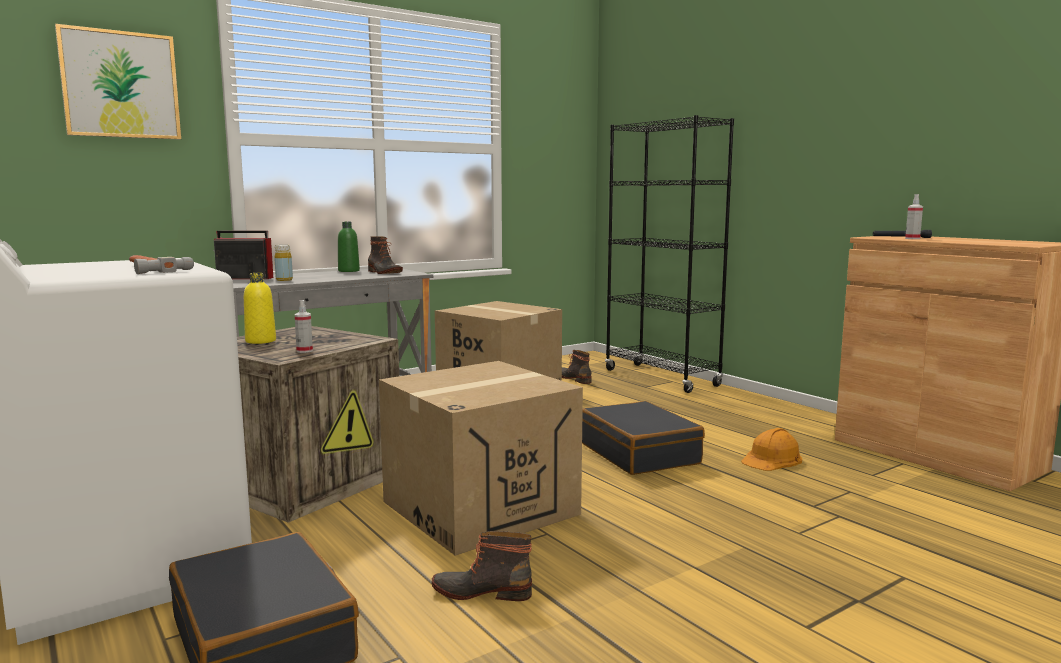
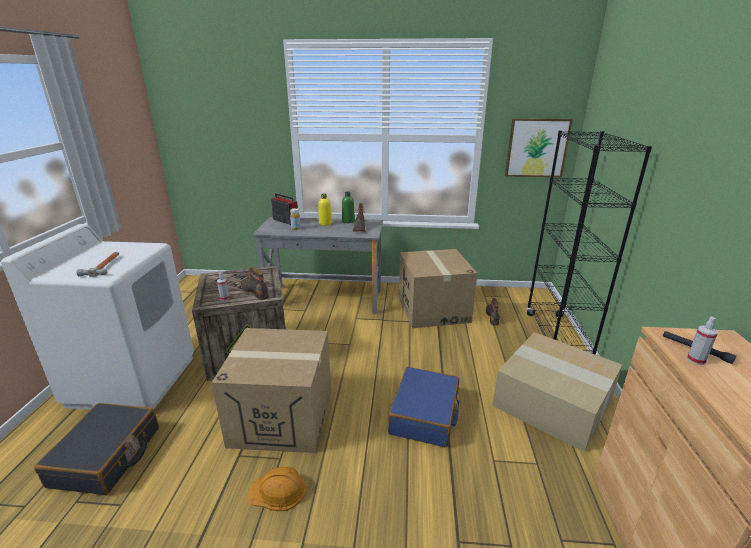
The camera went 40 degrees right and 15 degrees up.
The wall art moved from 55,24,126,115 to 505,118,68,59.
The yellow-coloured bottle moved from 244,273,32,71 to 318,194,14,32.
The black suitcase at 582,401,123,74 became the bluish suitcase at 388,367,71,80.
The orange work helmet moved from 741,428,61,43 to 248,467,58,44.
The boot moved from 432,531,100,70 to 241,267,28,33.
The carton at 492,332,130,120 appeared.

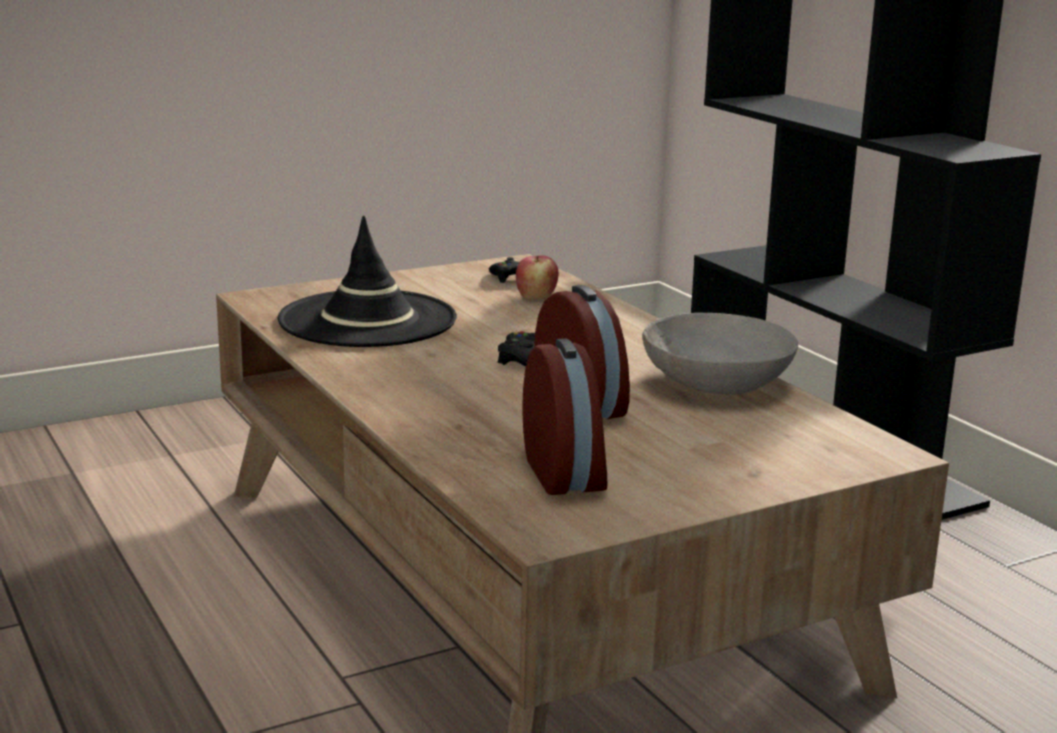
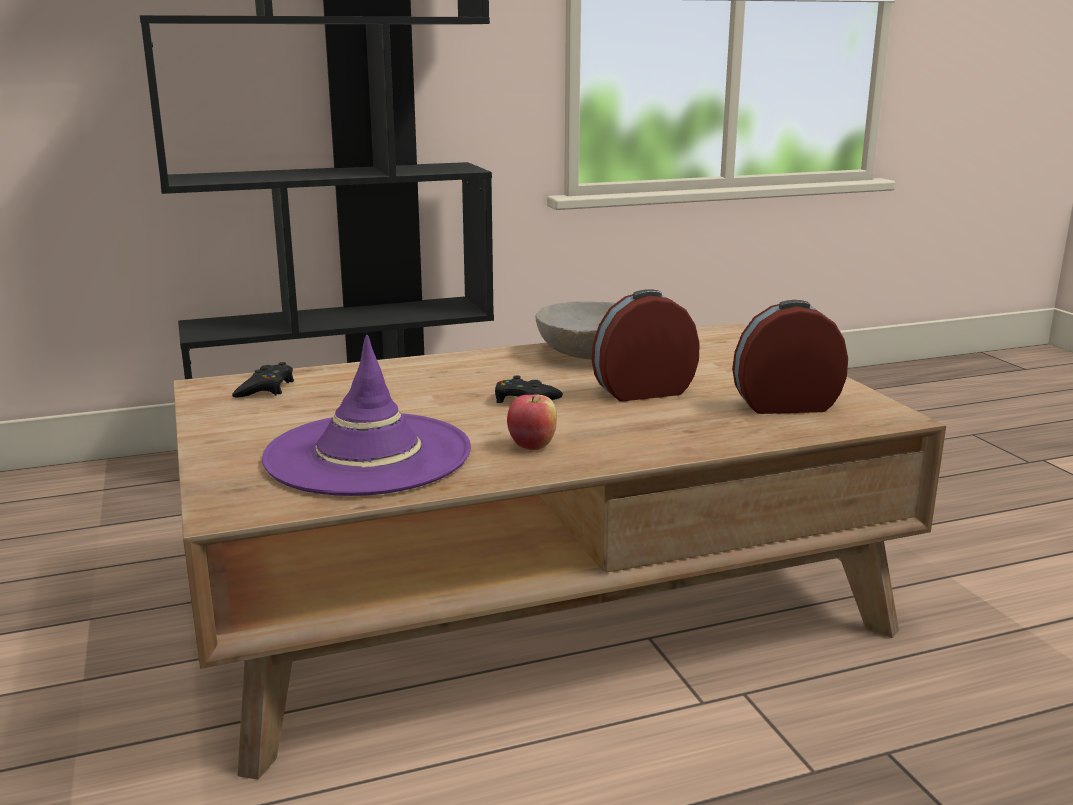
The camera went 80 degrees left and 0 degrees up.
The black clothing hat at 277,215,180,132 became the purplish clothing hat at 262,335,209,161.
The whole apple moved from 516,256,42,44 to 507,394,50,56.

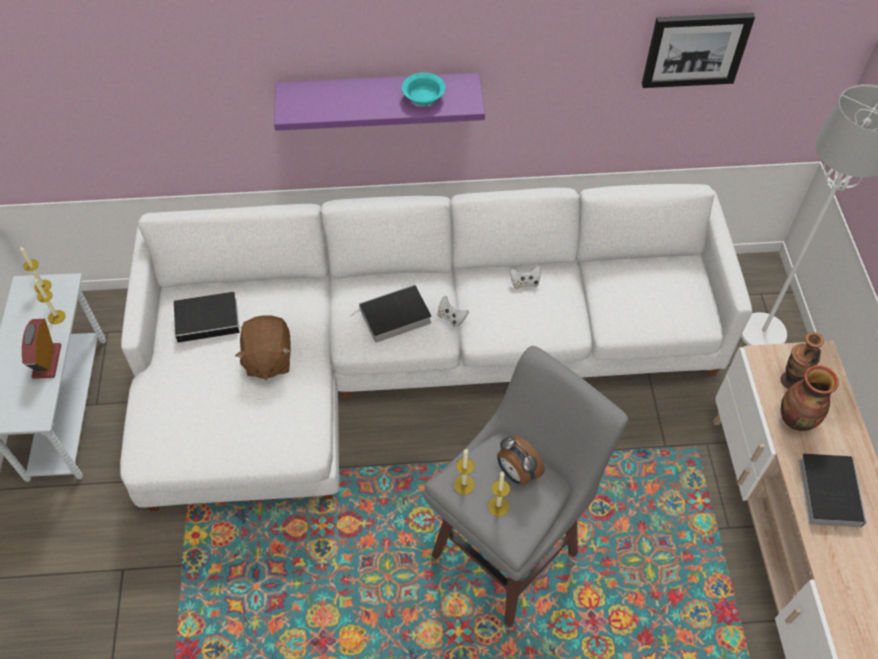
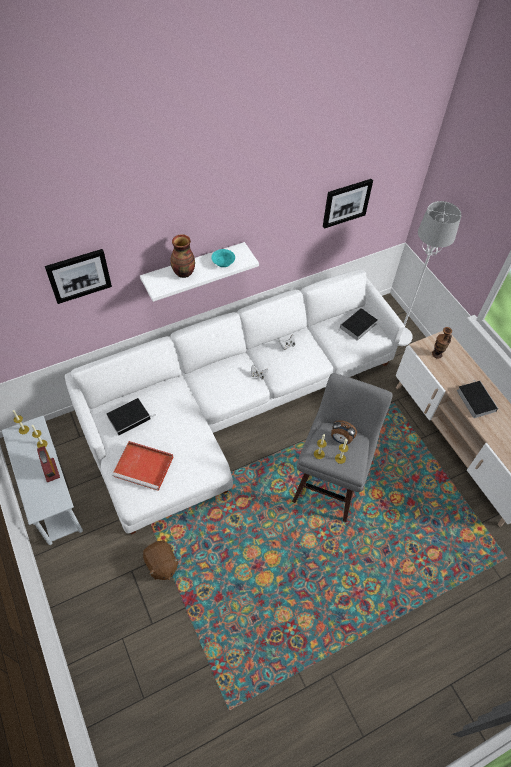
The camera went 25 degrees left and 0 degrees up.
The purplish wall shelf at 274,73,211,58 became the white wall shelf at 140,242,119,60.
The book moved from 350,285,81,58 to 337,308,41,33.
The brownish cuddly toy moved from 235,315,56,65 to 143,540,36,40.
The flower vase moved from 781,365,58,66 to 170,234,25,44.
The wall art at 45,249,67,55 appeared.
The reddish serving tray at 112,441,61,50 appeared.

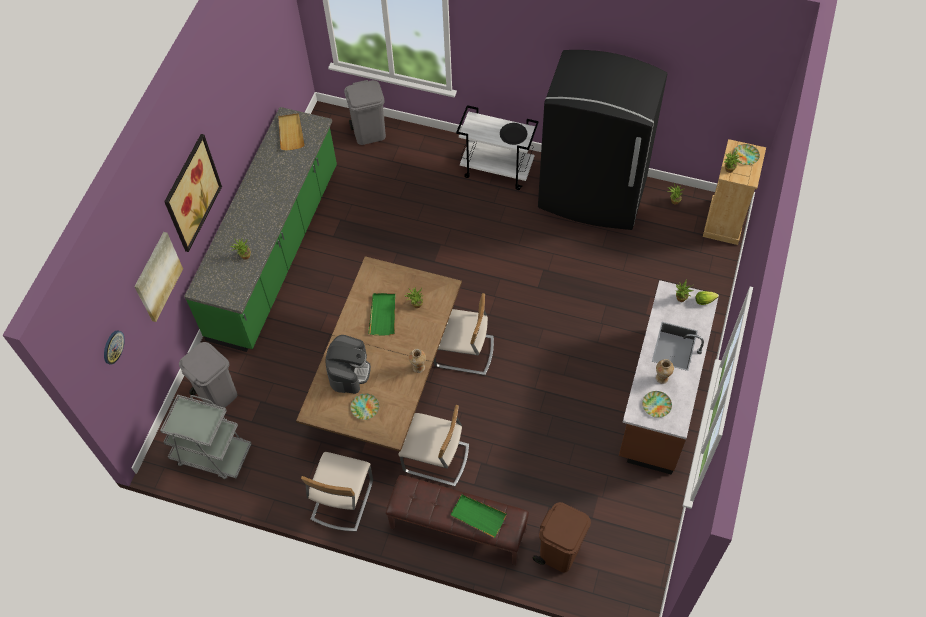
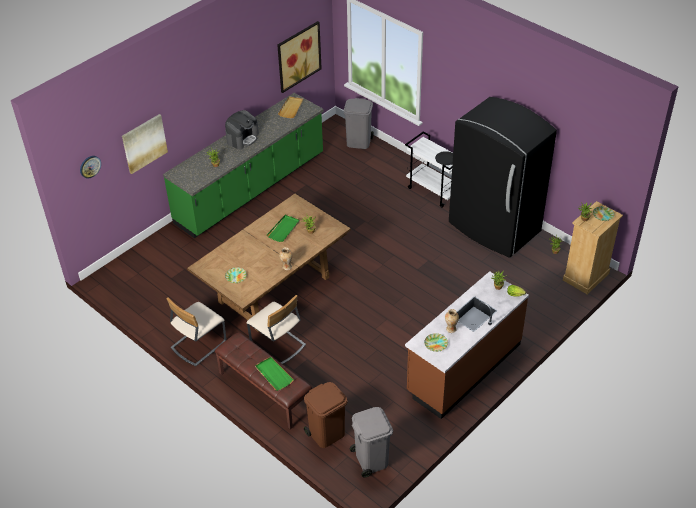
The camera went 25 degrees right and 15 degrees down.
The wall art moved from 164,134,58,118 to 277,21,45,72.
The sand-coloured plain chair at 434,293,60,82 disappeared.
The coffee maker moved from 325,335,46,59 to 225,110,34,40.
The grey trash can moved from 179,342,58,66 to 350,407,43,71.
The grey trolley at 160,395,92,84 disappeared.

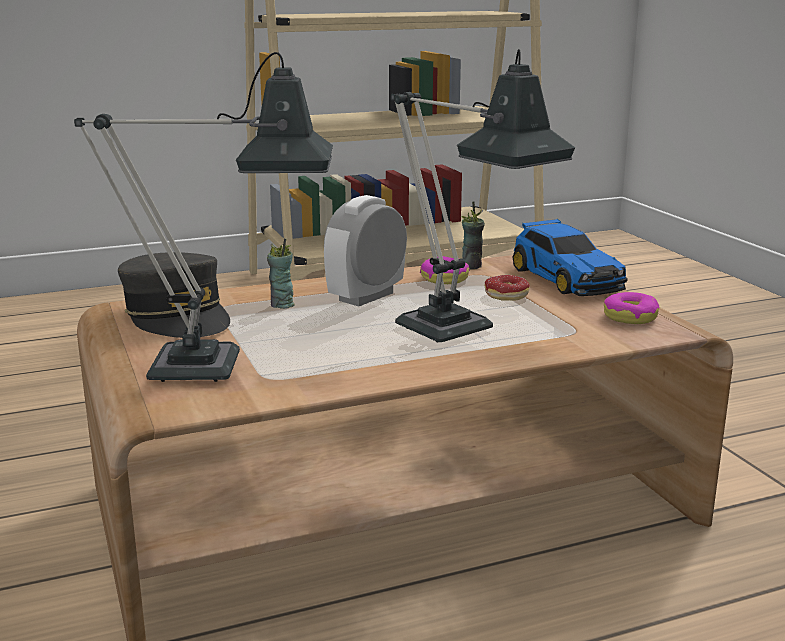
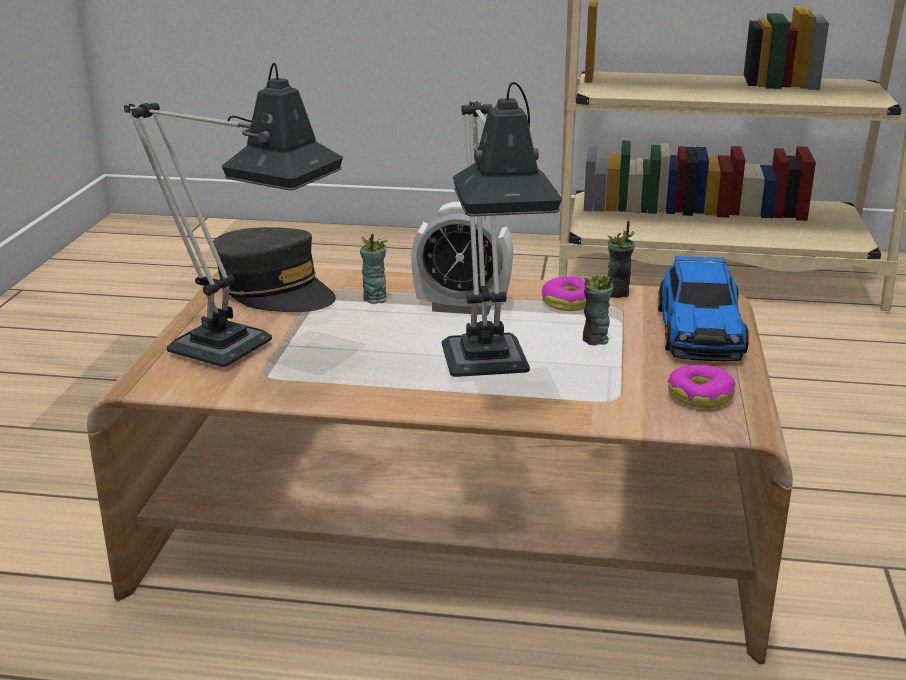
The camera went 30 degrees right and 5 degrees up.
The bedside clock at 324,195,83,111 turned 150 degrees counterclockwise.
The grey peaked cap at 118,252,112,86 turned 45 degrees counterclockwise.
The ring doughnut at 485,275,45,26 was replaced by the cup at 583,268,32,78.

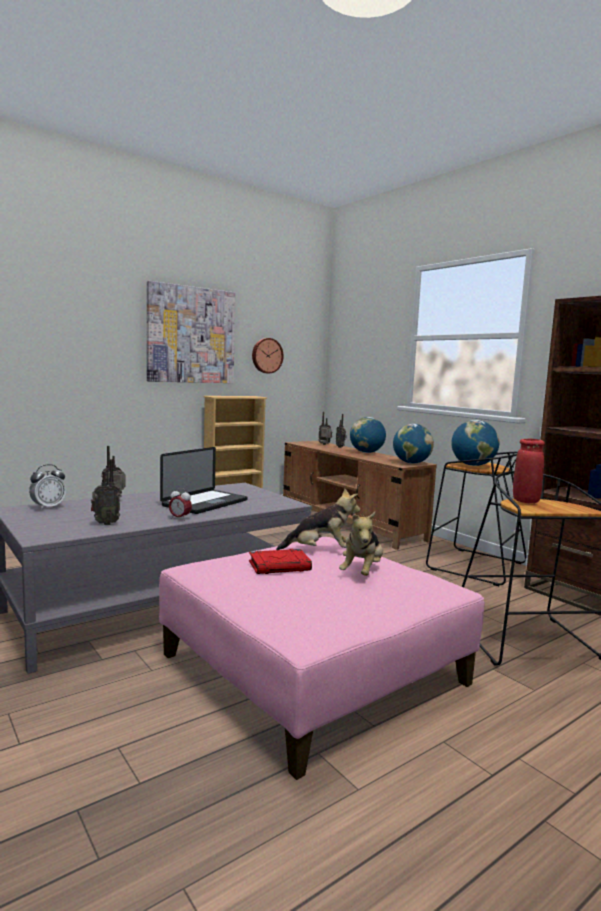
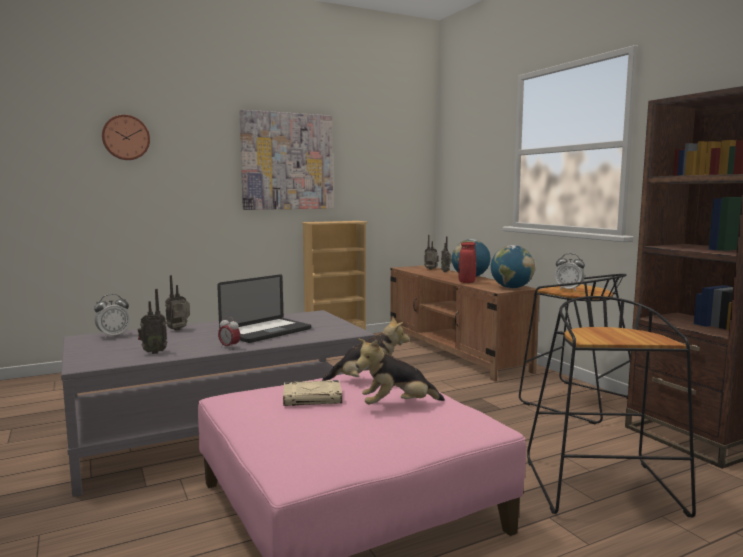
The camera went 10 degrees right and 0 degrees up.
The hanging clock moved from 252,338,32,36 to 102,115,48,45.
The globe at 451,420,48,46 was replaced by the bedside clock at 555,253,30,38.
The reddish flower vase moved from 513,439,32,64 to 459,242,17,41.
The cuddly toy at 339,512,44,64 turned 45 degrees clockwise.
The reddish book at 249,549,63,25 became the sand-coloured book at 283,380,59,26.

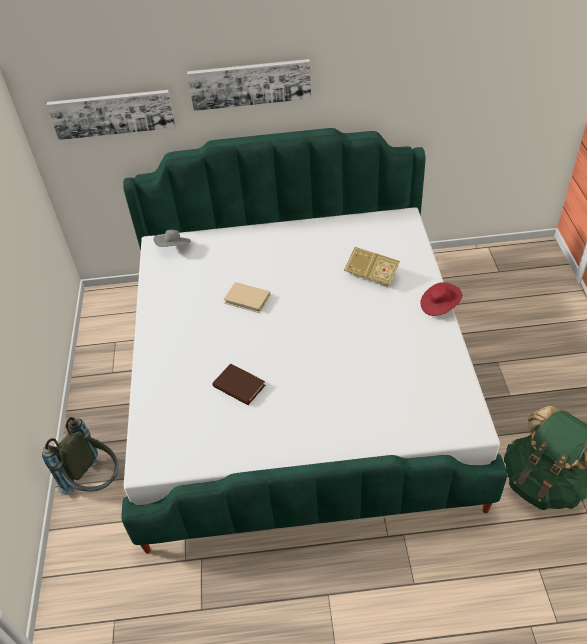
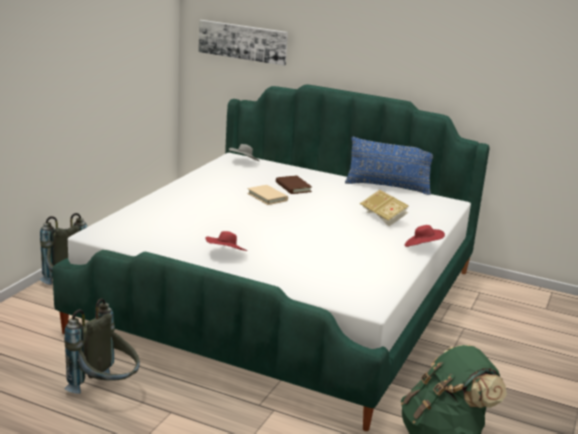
The camera went 25 degrees right and 25 degrees down.
The wall art at 187,59,124,52 disappeared.
The brownish book moved from 213,363,52,42 to 276,175,36,19.
The bluish cushion at 345,137,88,58 appeared.
The reddish clothing hat at 205,231,42,20 appeared.
The grey knapsack at 64,298,76,96 appeared.

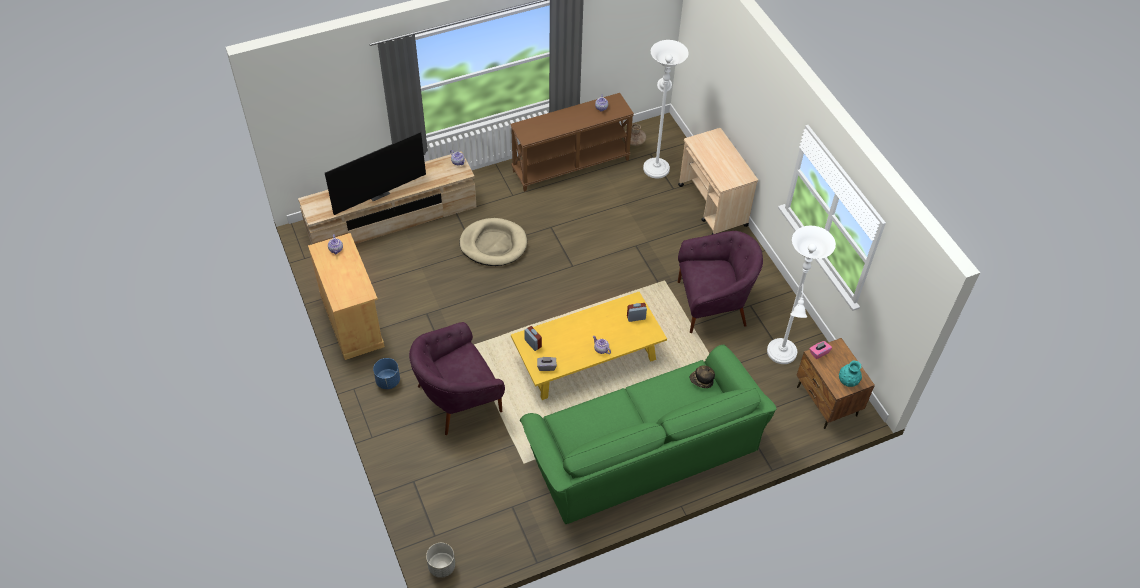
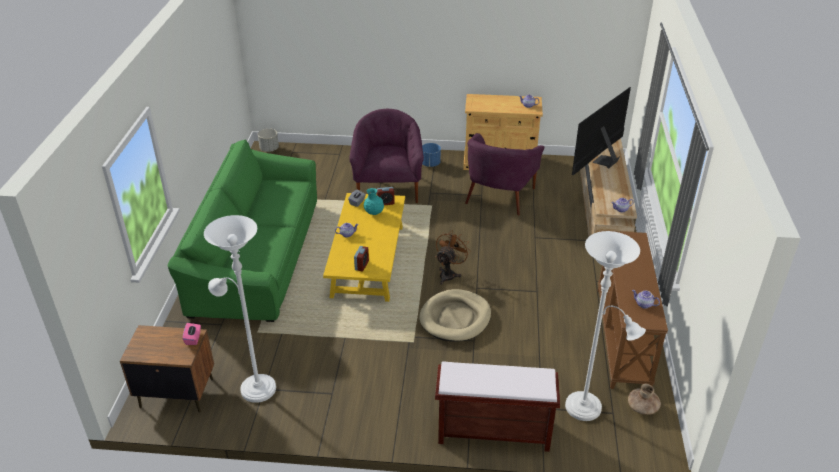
The camera went 120 degrees right and 15 degrees down.
The sand-coloured trolley at 678,128,80,107 was replaced by the brownish bench at 435,361,125,91.
The TV set at 325,132,101,83 turned 45 degrees clockwise.
The sand-coloured dog bed moved from 459,218,68,48 to 419,289,72,53.
The purplish lounge chair moved from 678,231,85,102 to 465,133,79,82.
The turquoise-coloured flower vase moved from 839,361,23,26 to 364,188,20,27.
The clothing hat at 690,365,25,23 disappeared.
The brownish electric fan at 436,230,35,55 appeared.

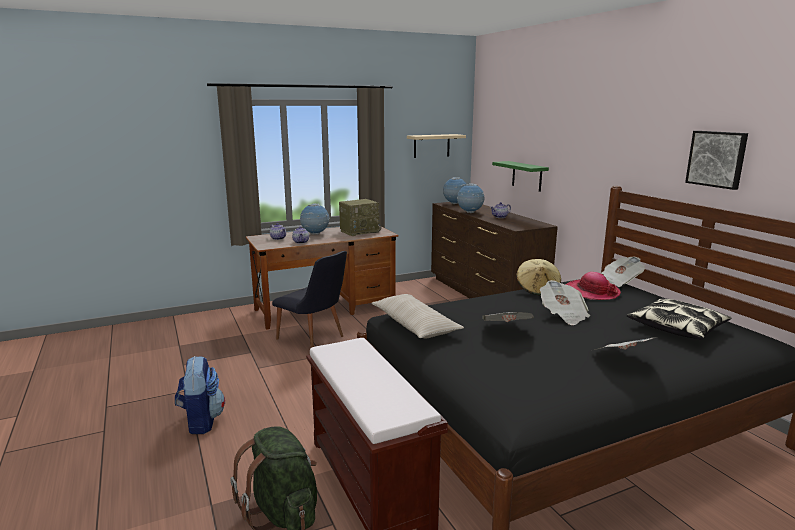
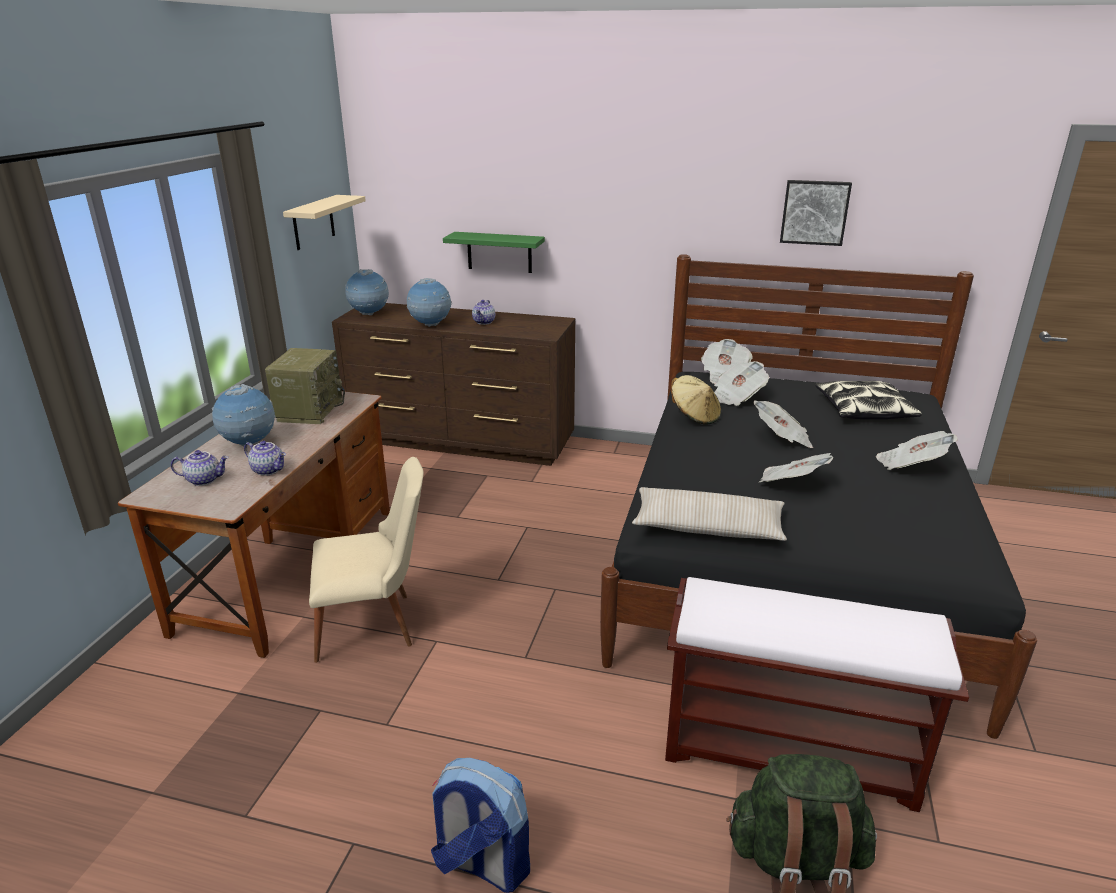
The camera went 50 degrees left and 10 degrees up.
The black plain chair at 272,251,75,97 became the sand-coloured plain chair at 309,457,115,206.
The clothing hat at 566,272,55,28 was replaced by the daily paper at 714,361,55,45.

